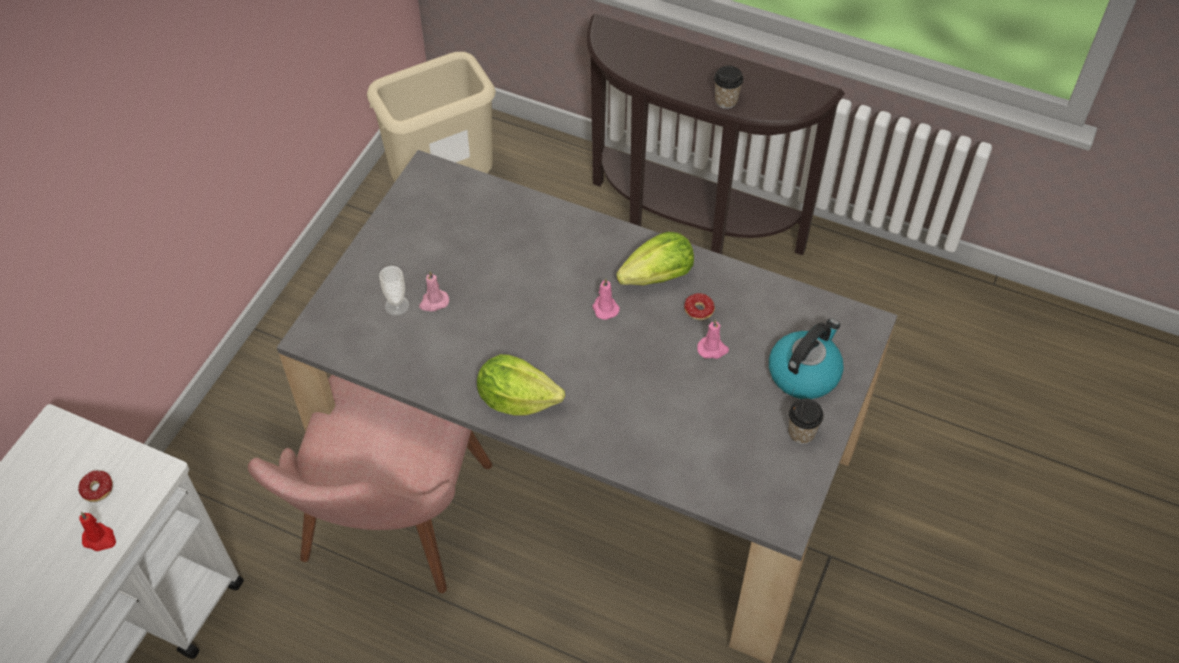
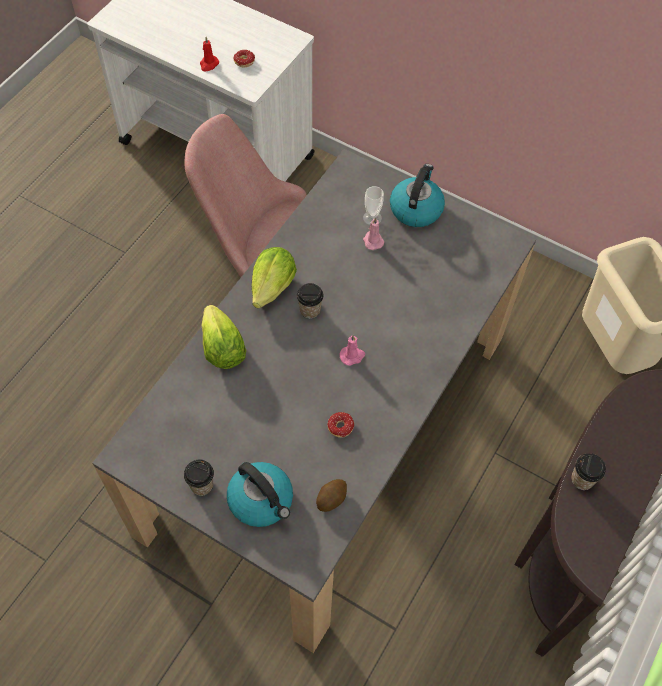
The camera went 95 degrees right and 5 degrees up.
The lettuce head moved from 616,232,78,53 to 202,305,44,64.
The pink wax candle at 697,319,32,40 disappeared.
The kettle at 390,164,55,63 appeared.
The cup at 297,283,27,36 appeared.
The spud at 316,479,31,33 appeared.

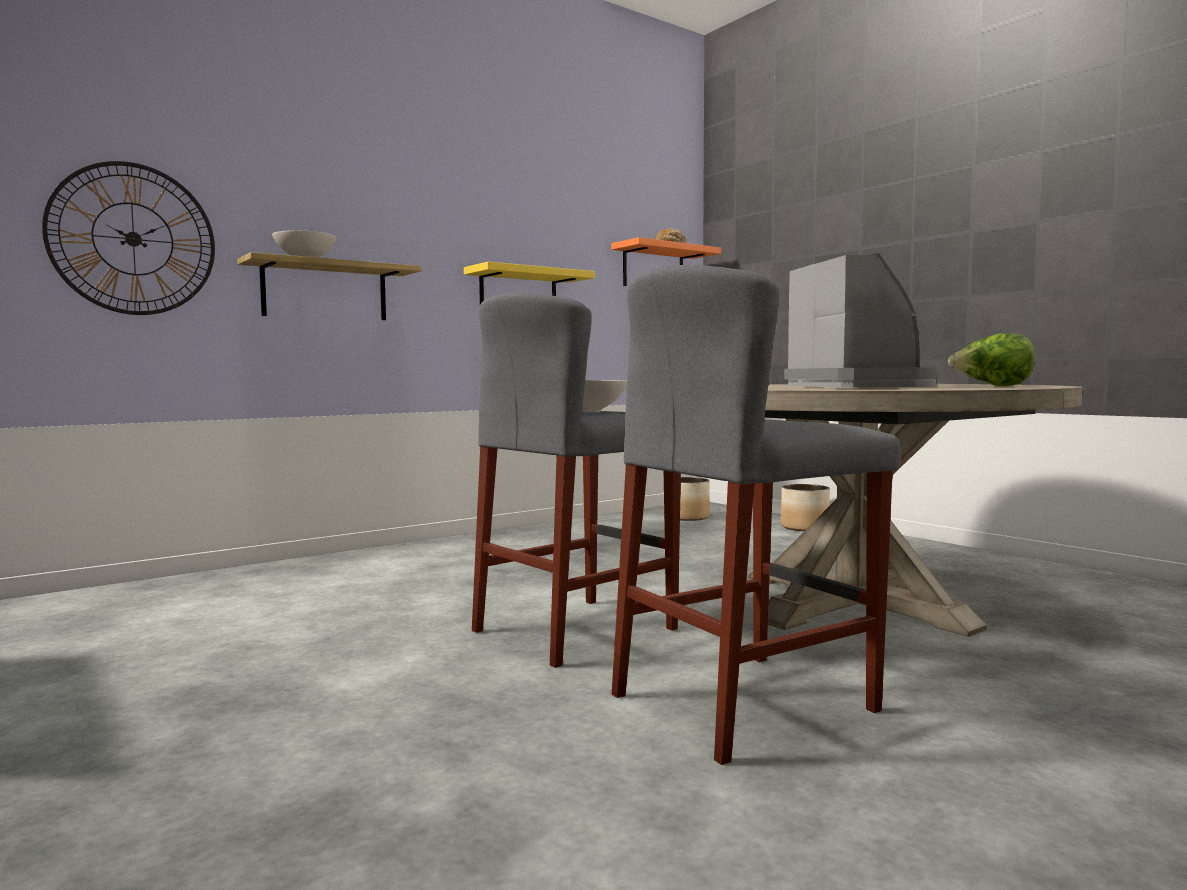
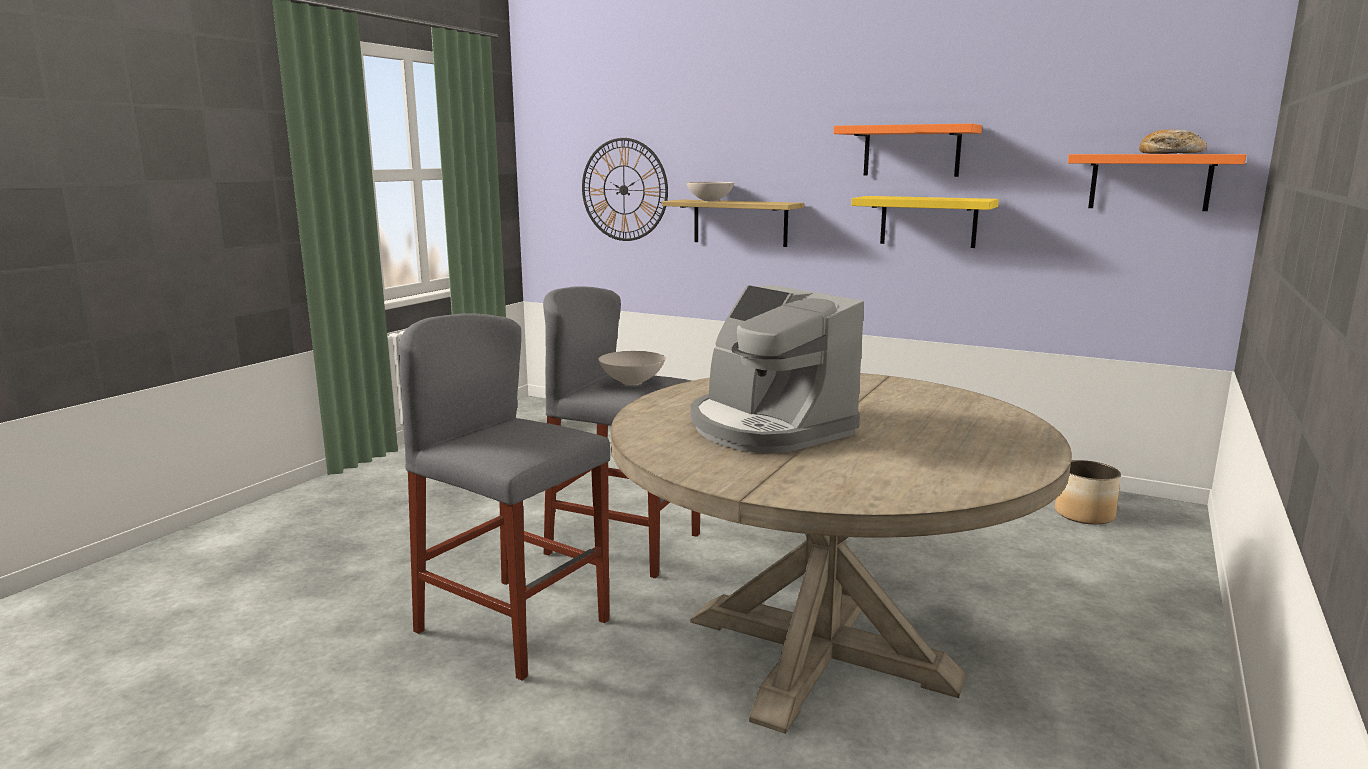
The camera went 65 degrees right and 10 degrees up.
The coffee maker at 784,253,158,135 turned 90 degrees clockwise.
The lettuce head at 948,333,87,53 disappeared.
The planter at 781,484,49,47 disappeared.
The orange wall shelf at 834,124,148,53 appeared.

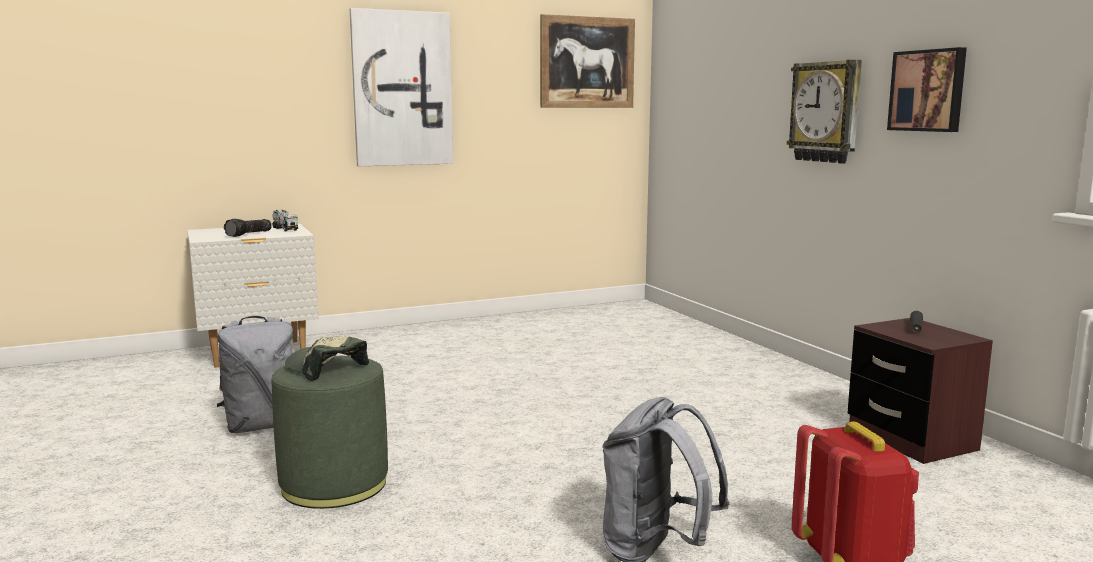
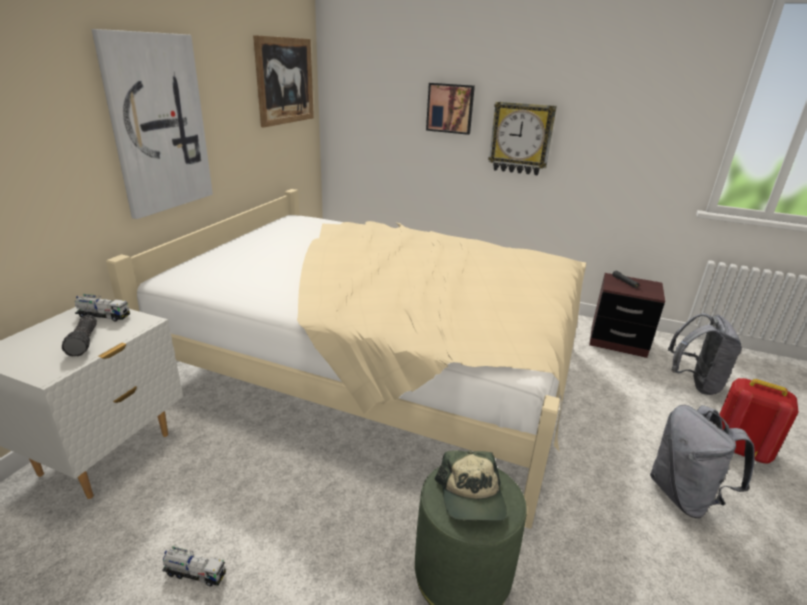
The camera went 45 degrees left and 15 degrees up.
The wall art moved from 887,47,80,85 to 426,83,49,52.
The grey knapsack moved from 217,316,76,117 to 668,313,74,82.
The peaked cap at 285,336,84,45 turned 90 degrees counterclockwise.
The sand-coloured sleeping bed at 106,189,480,340 appeared.
The model truck at 162,547,64,40 appeared.

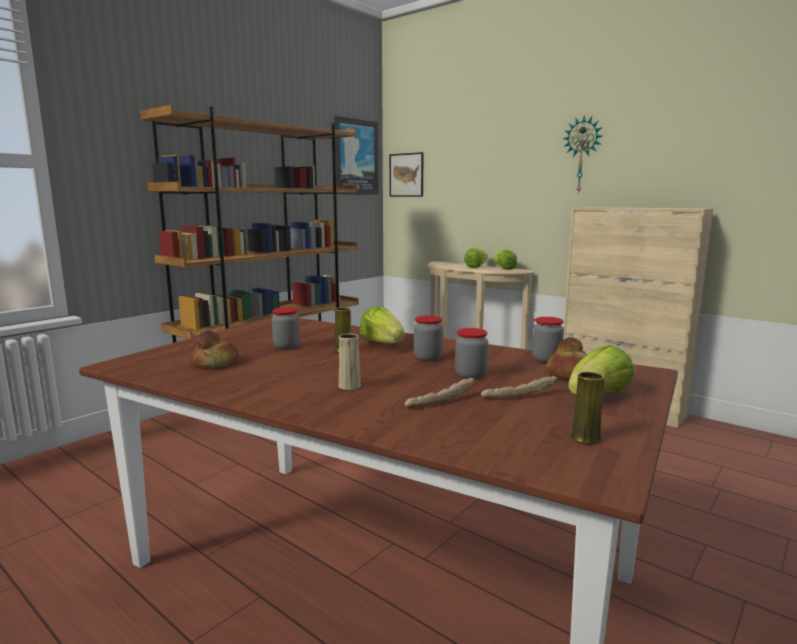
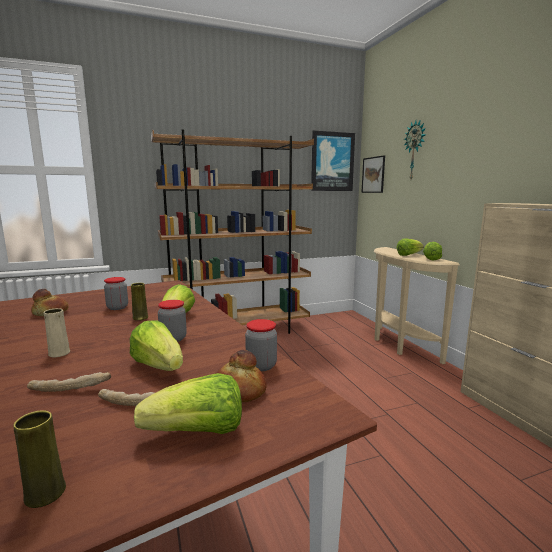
The camera went 30 degrees right and 0 degrees up.
The hanging clock moved from 563,115,40,79 to 404,121,22,58.
The jar at 455,328,33,51 was replaced by the lettuce head at 130,320,53,51.

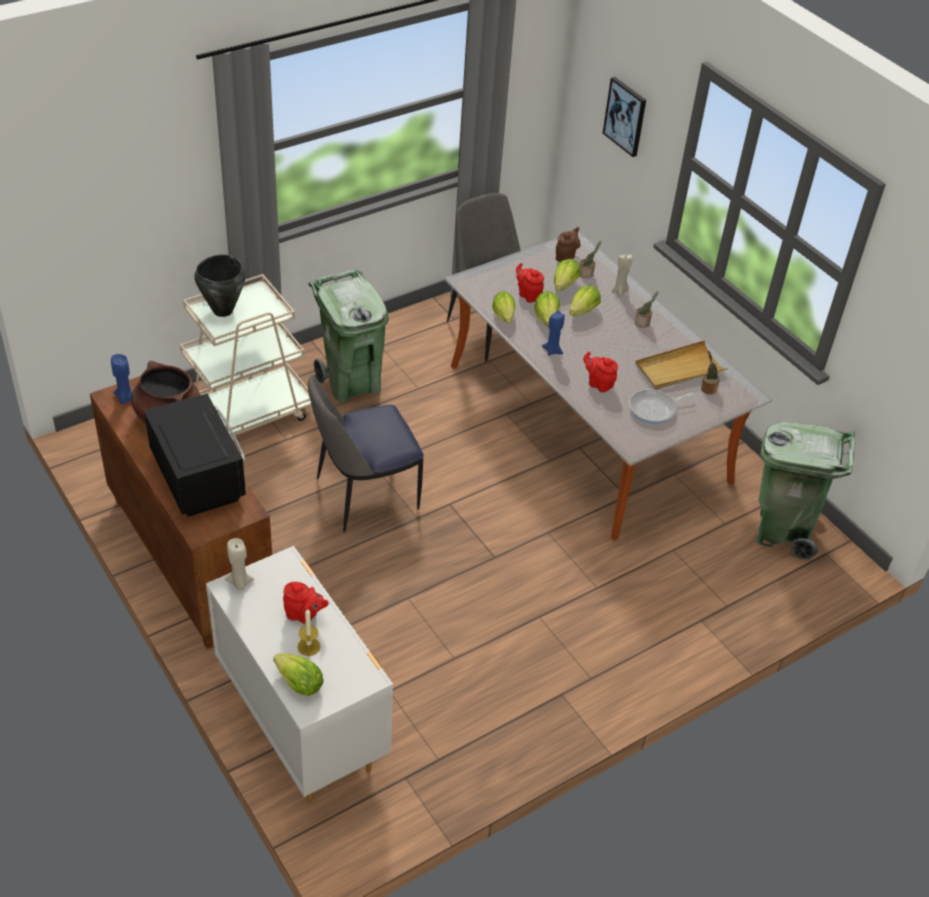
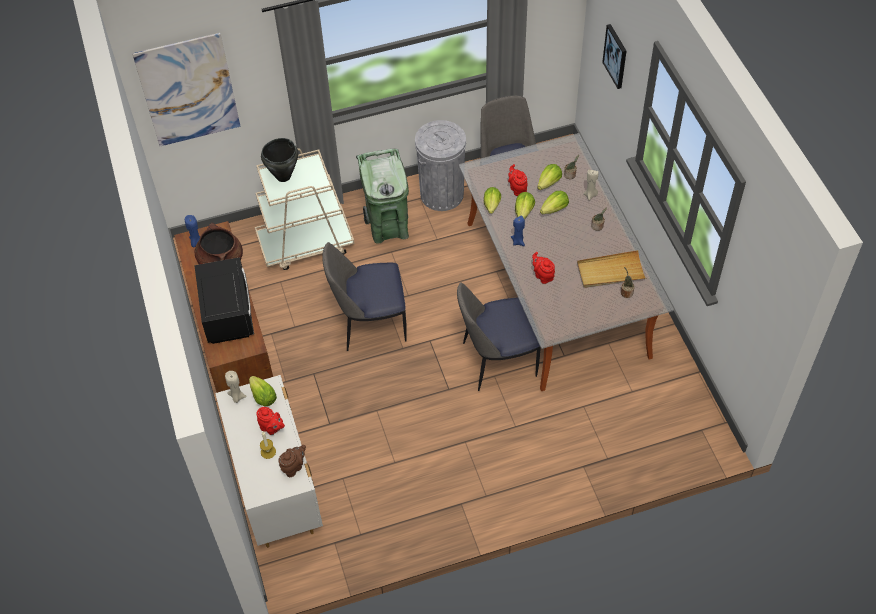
The camera went 20 degrees right and 10 degrees up.
The brownish pot for tea moved from 556,227,24,35 to 278,445,28,32.
The pan at 629,389,66,35 disappeared.
The green-coloured trash can at 756,422,99,139 disappeared.
The lettuce head moved from 273,653,51,43 to 249,376,28,31.
The wall art at 132,33,108,113 appeared.
The grey trash can at 415,120,51,91 appeared.
The plain chair at 457,282,84,109 appeared.

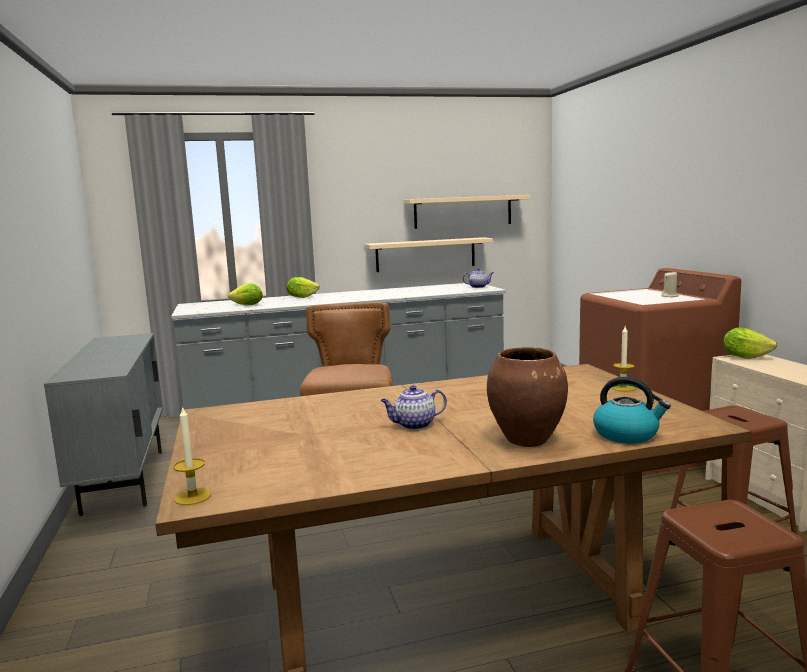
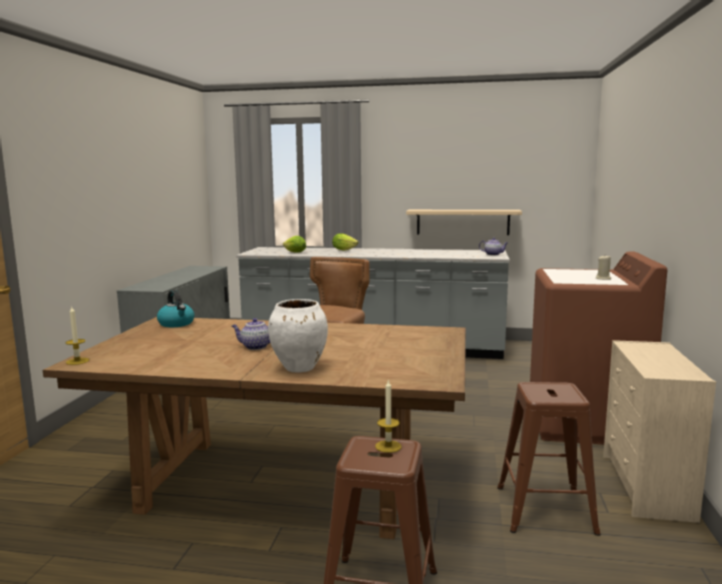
The camera went 25 degrees right and 0 degrees up.
The sand-coloured wall shelf at 403,195,128,34 disappeared.
The wax candle moved from 611,326,25,65 to 375,379,26,74.
The lettuce head at 723,327,54,32 disappeared.
The brownish flower vase at 487,347,81,100 became the white flower vase at 268,299,60,74.
The kettle moved from 593,377,78,66 to 157,290,37,37.

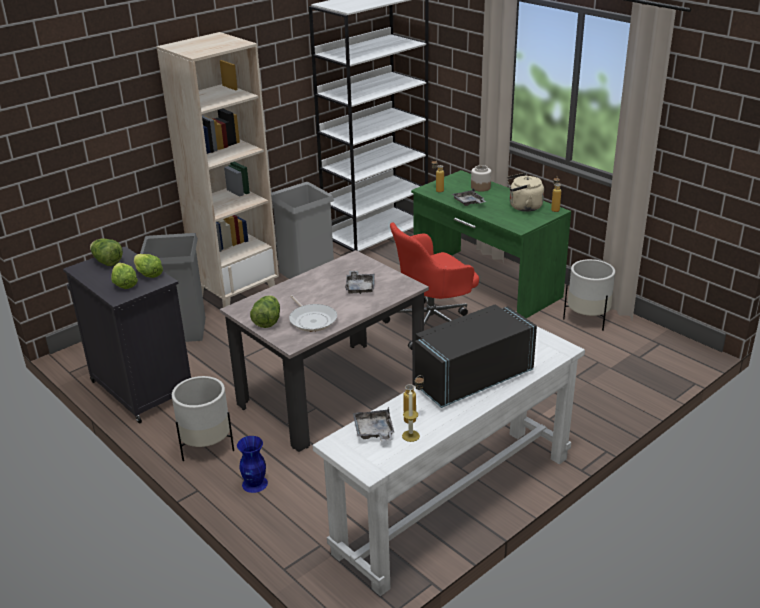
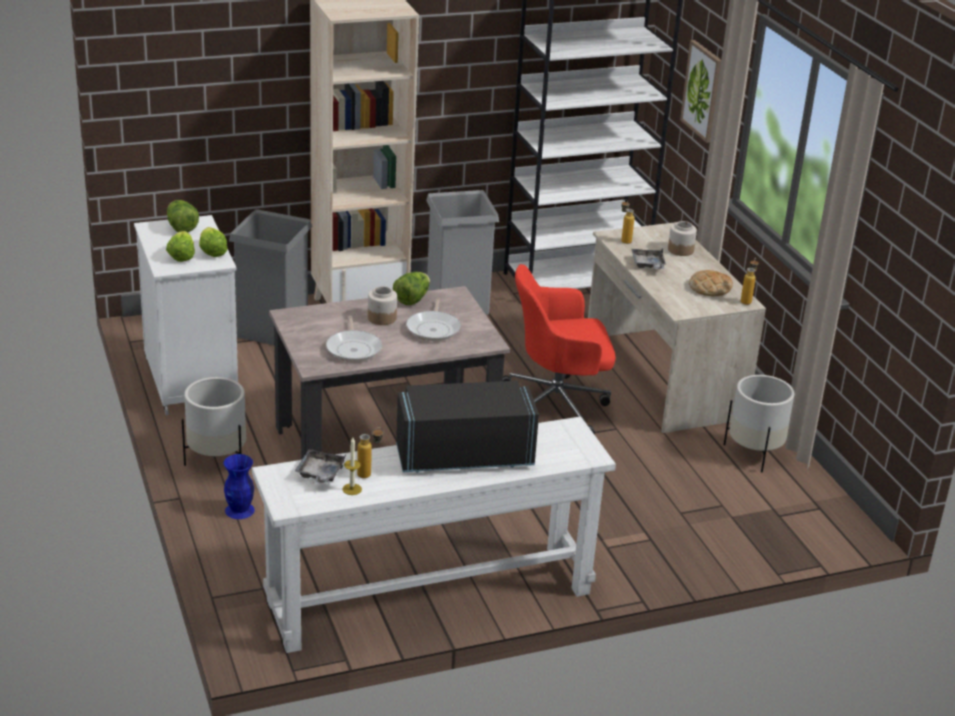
The camera went 20 degrees right and 0 degrees up.
The green-coloured desk unit at 411,170,160,148 became the sand-coloured desk unit at 588,222,178,211.
The sand-coloured kettle at 507,173,37,39 was replaced by the baked bread at 689,270,44,26.
The black cupboard at 63,246,128,178 became the white cupboard at 134,215,104,200.
The grey serving tray at 345,271,30,23 was replaced by the pan at 406,298,55,43.
The lettuce head moved from 250,295,30,33 to 393,272,37,33.
The wall art at 680,40,41,103 appeared.
The jar at 368,286,29,39 appeared.

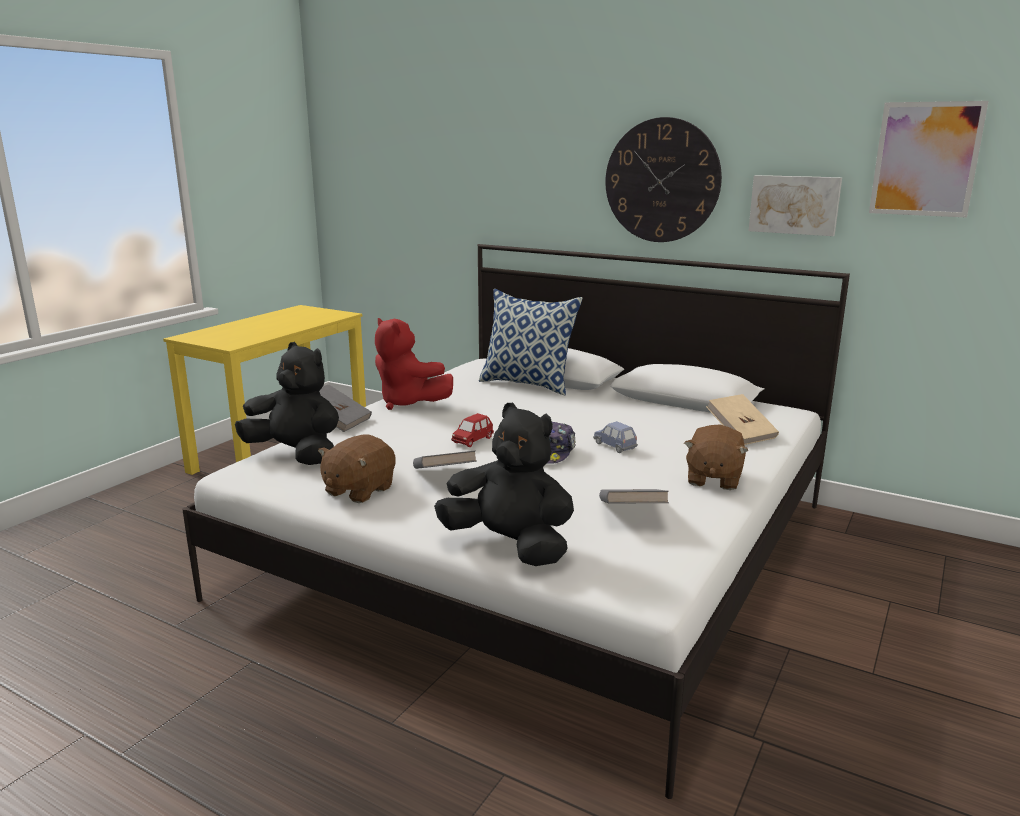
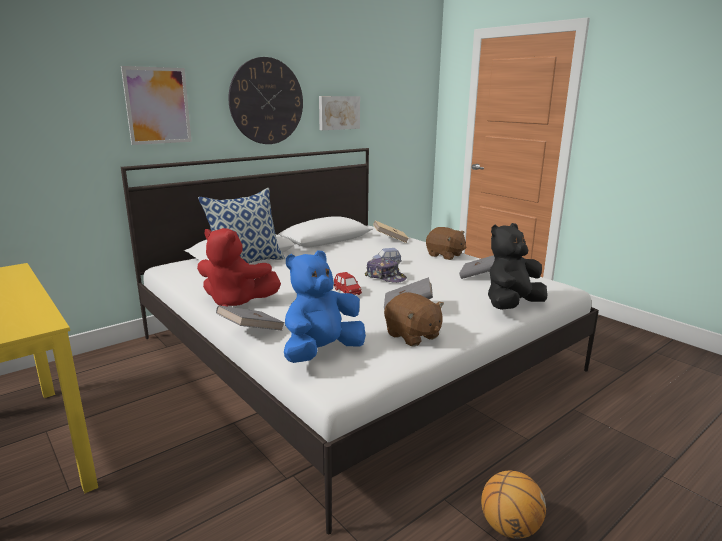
The camera went 70 degrees left and 0 degrees up.
The wall art moved from 869,101,119,116 to 121,66,71,79.
The reddish cuddly toy at 375,318,78,92 turned 45 degrees clockwise.
The black cuddly toy at 235,342,104,123 became the bluish cuddly toy at 284,250,82,113.
The ball for basketball at 481,471,65,68 appeared.

